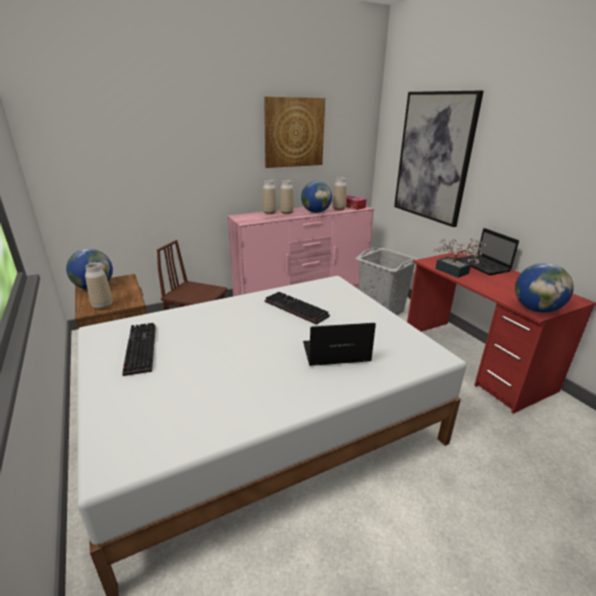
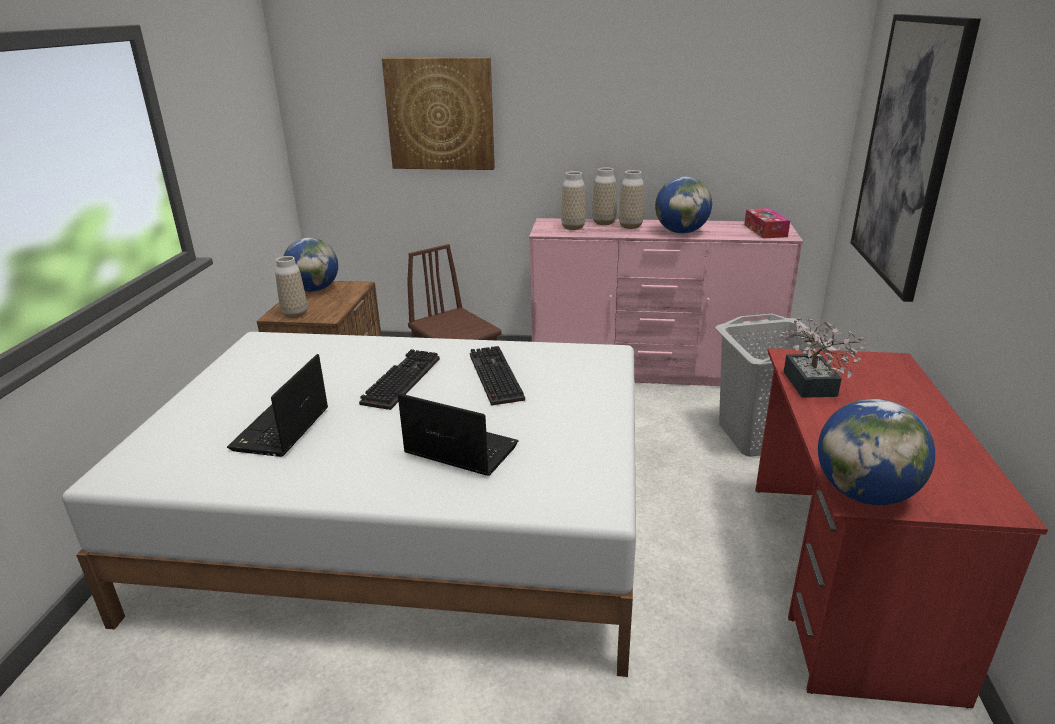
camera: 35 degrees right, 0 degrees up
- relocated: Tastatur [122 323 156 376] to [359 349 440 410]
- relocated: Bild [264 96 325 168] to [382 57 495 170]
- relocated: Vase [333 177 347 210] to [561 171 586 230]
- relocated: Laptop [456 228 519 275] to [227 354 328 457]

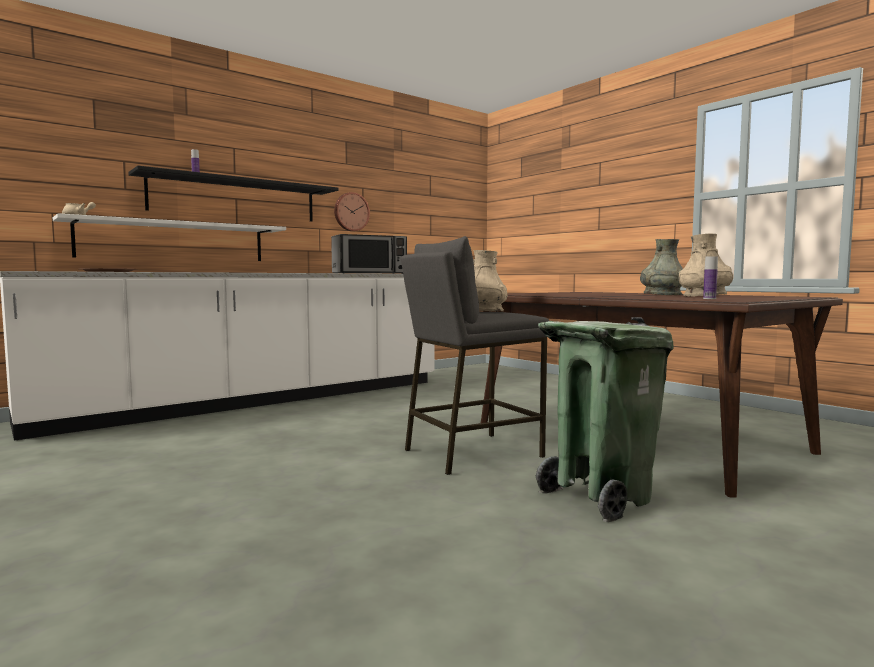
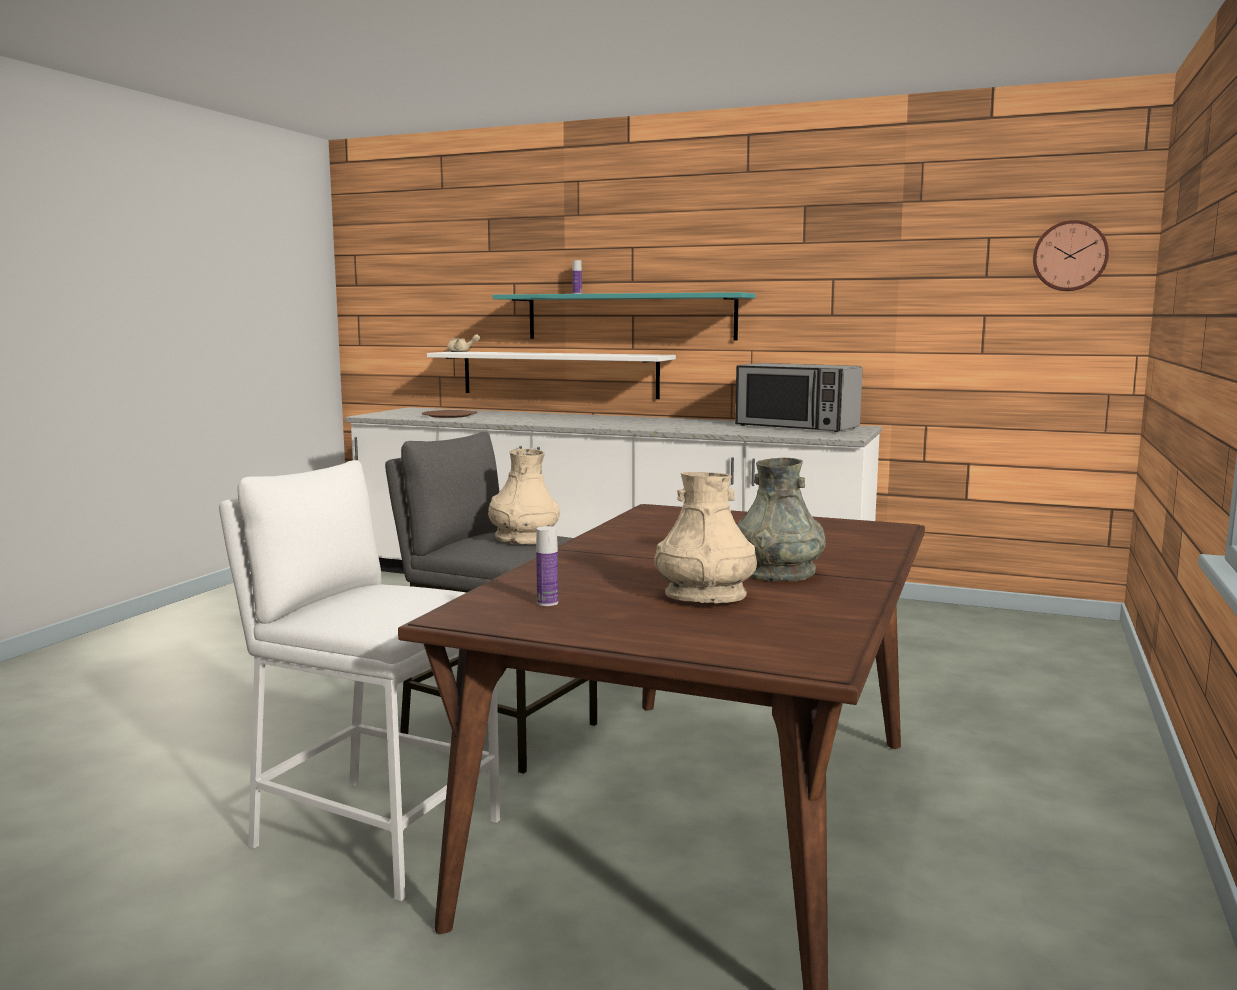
camera: 60 degrees right, 5 degrees up
- colour: Wandregal/schwarz [128 166 338 222] to Wandregal/türkis [493 292 756 341]
- relocated: Wanduhr [334 192 370 231] to [1033 220 1109 291]
- exchanged: Mülleimer/grün [536 317 674 522] to Hocker/weiß [219 460 500 901]

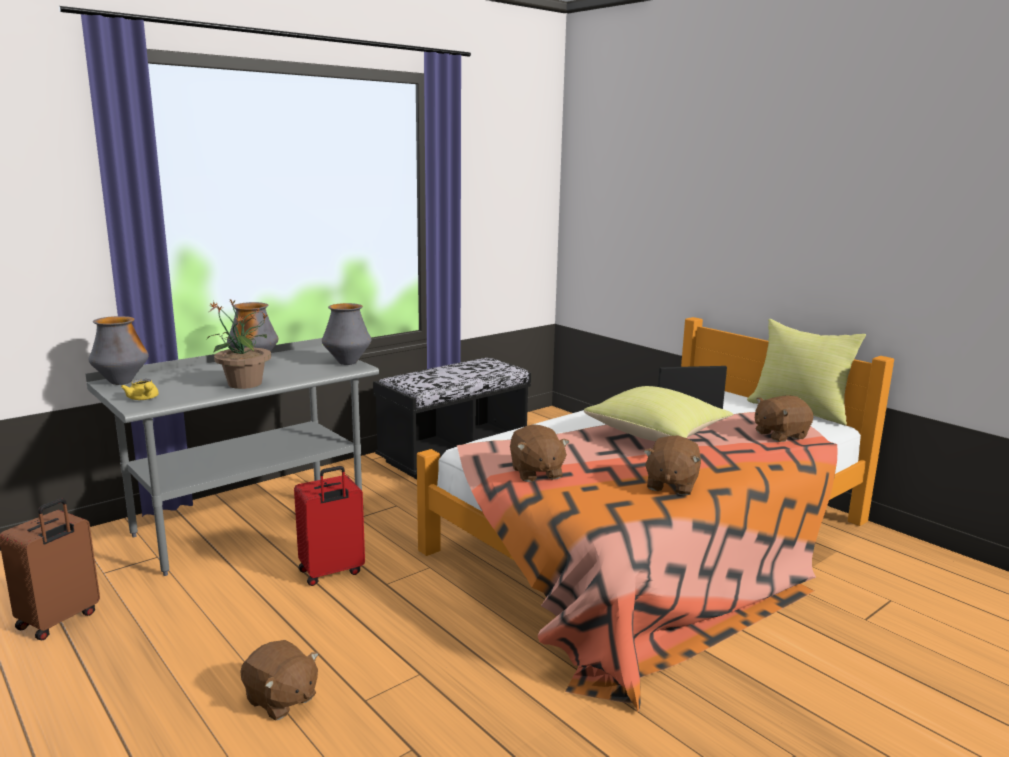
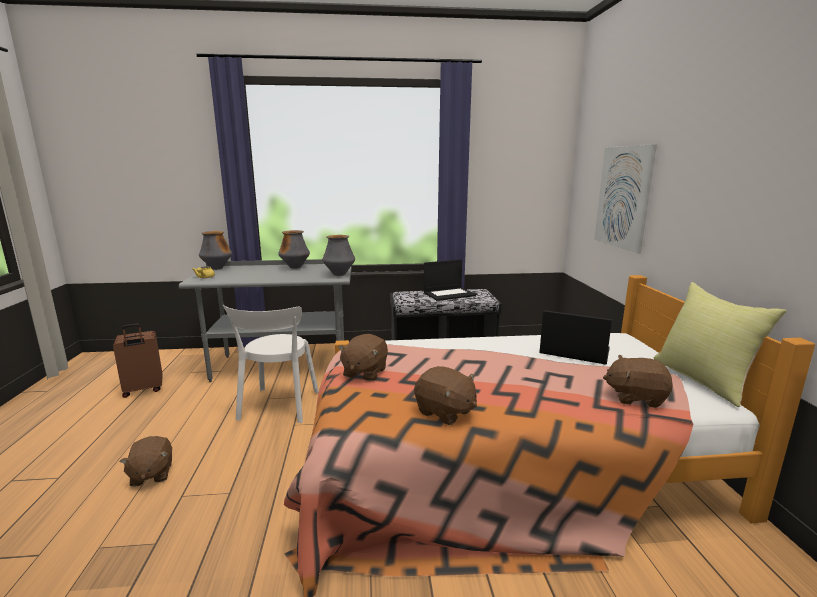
camera: 35 degrees right, 0 degrees up
- missing: Topfpflanze [207 299 271 389]
- exchanged: Koffer/rot [294 466 365 586] to Stuhl/weiß [223 305 319 423]
- missing: Kissen/gelb [584 386 733 441]
- spun: Plüschtier/braun [643 436 701 496] = [414 366 477 425] 105 degrees counterclockwise
- appeared: Laptop [424 259 476 301]
- appeared: Bild [594 144 657 253]

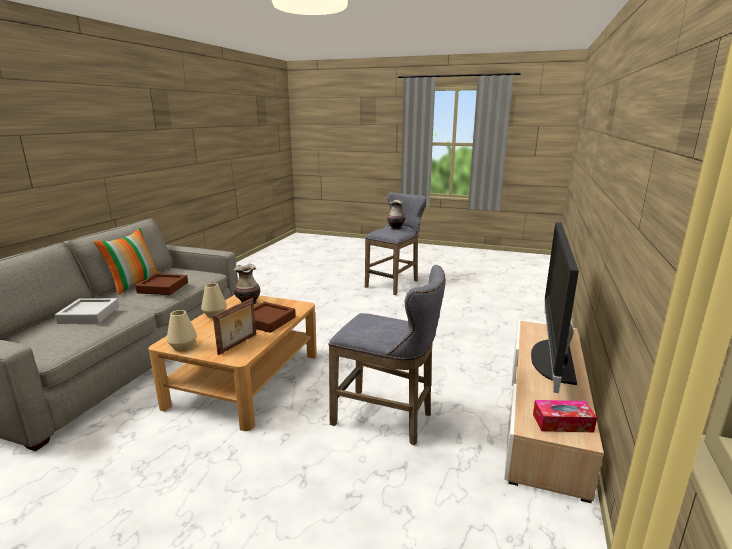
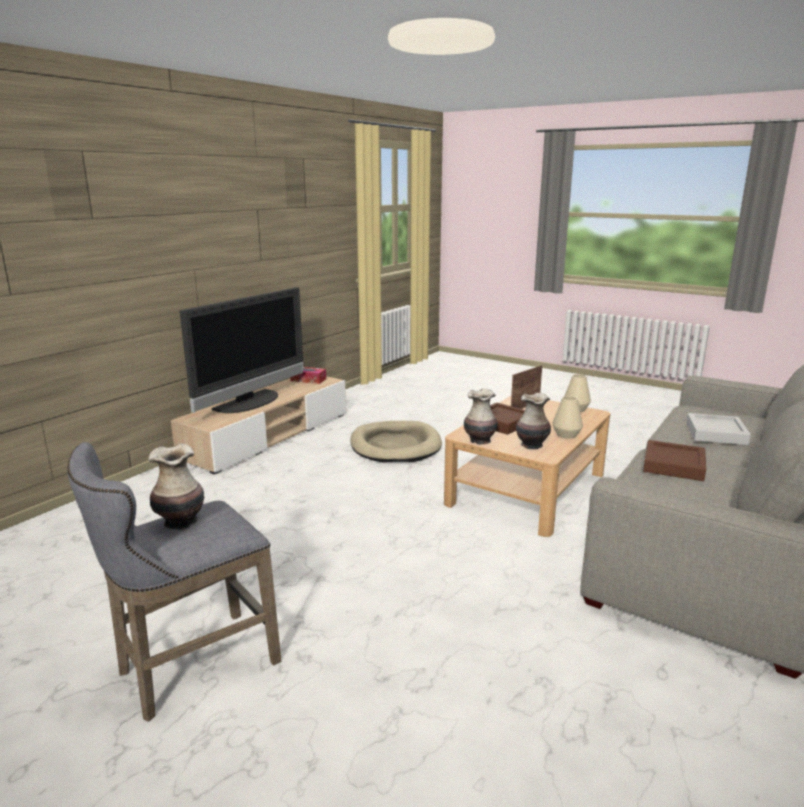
camera: 165 degrees left, 0 degrees up
- missing: Kissen [93 228 160 295]
- exchanged: Hocker/grau [328 265 446 445] to Hundebett/beige [350 421 442 462]
- appeared: Vase [464 389 498 445]

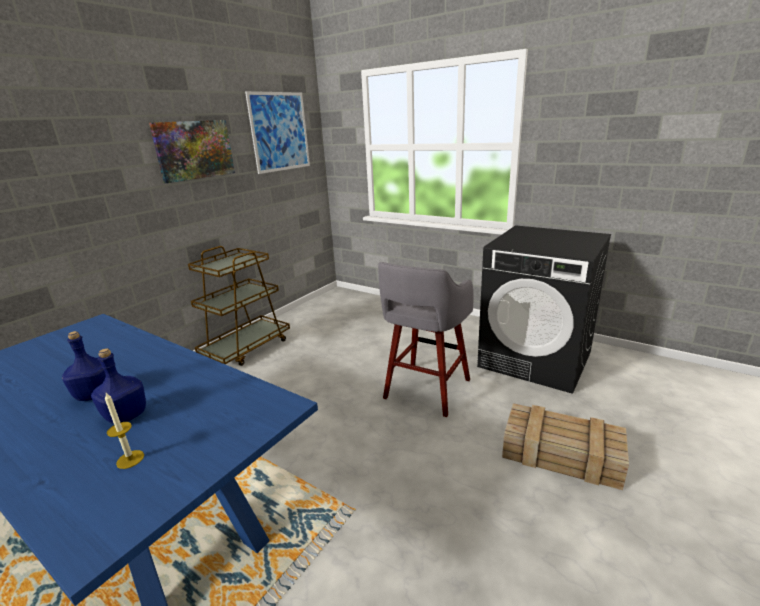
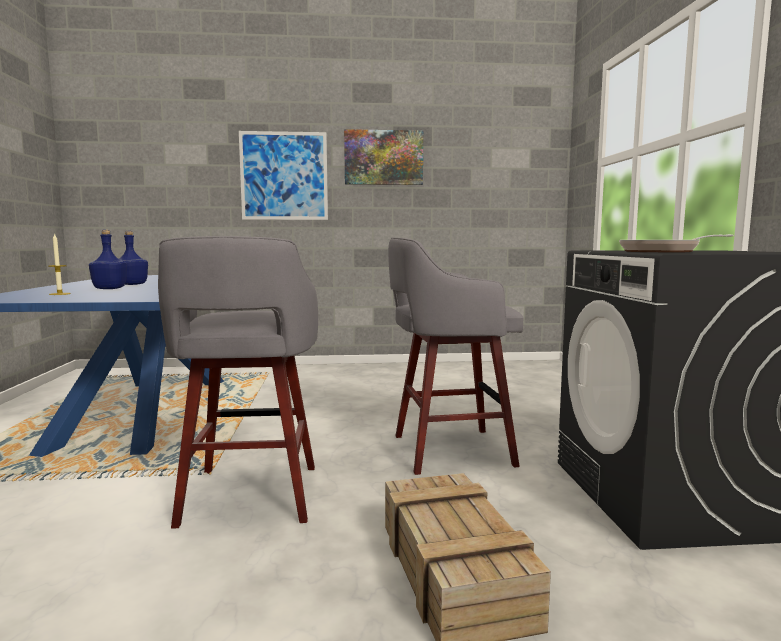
camera: 50 degrees right, 15 degrees down
- missing: Rollwagen/braun [188 246 290 366]
- relocated: Bild [245 91 310 174] to [239 131 328 220]
- appeared: Hocker/grau [158 236 318 529]
- appeared: Pfanne [619 234 734 252]

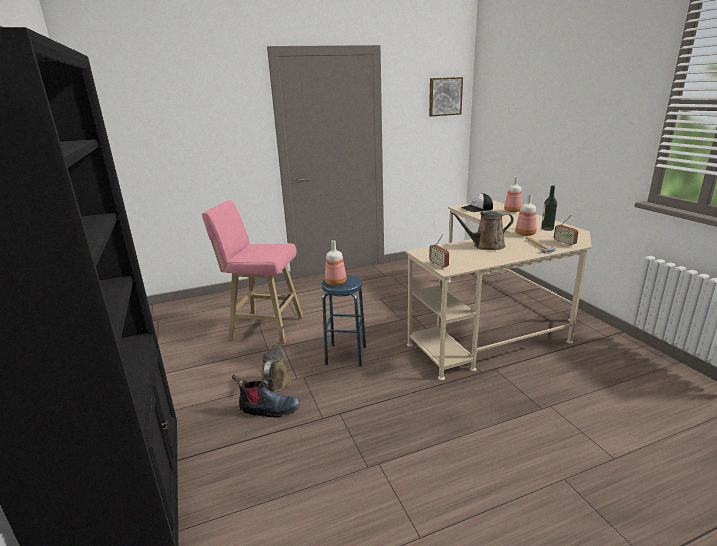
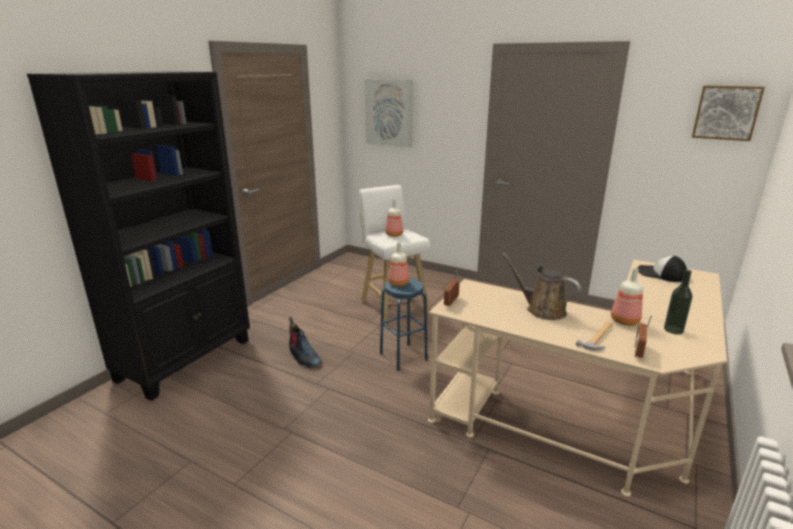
camera: 50 degrees right, 0 degrees up
- colour: Hocker/rosa [202 200 303 344] to Hocker/weiß [359 185 430 323]
- missing: Gießkanne/braun [261 326 291 392]
- relocated: Flasche [504 176 522 212] to [385 199 403 237]
- appeared: Bild [365 79 413 148]

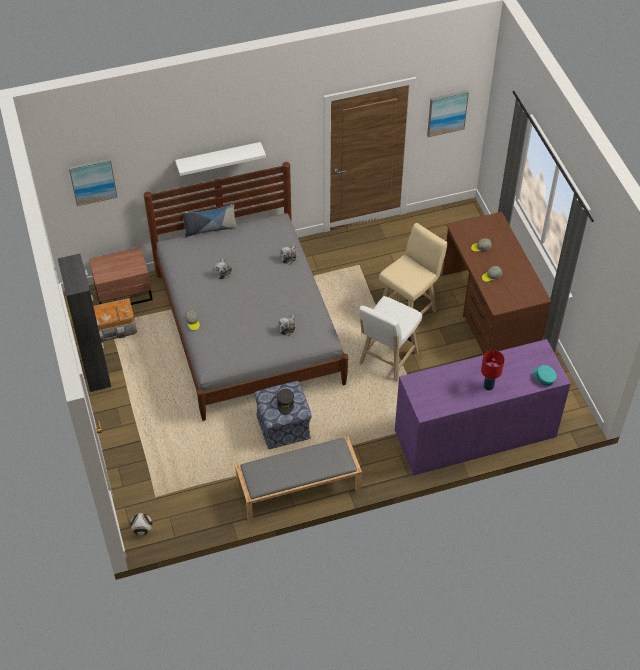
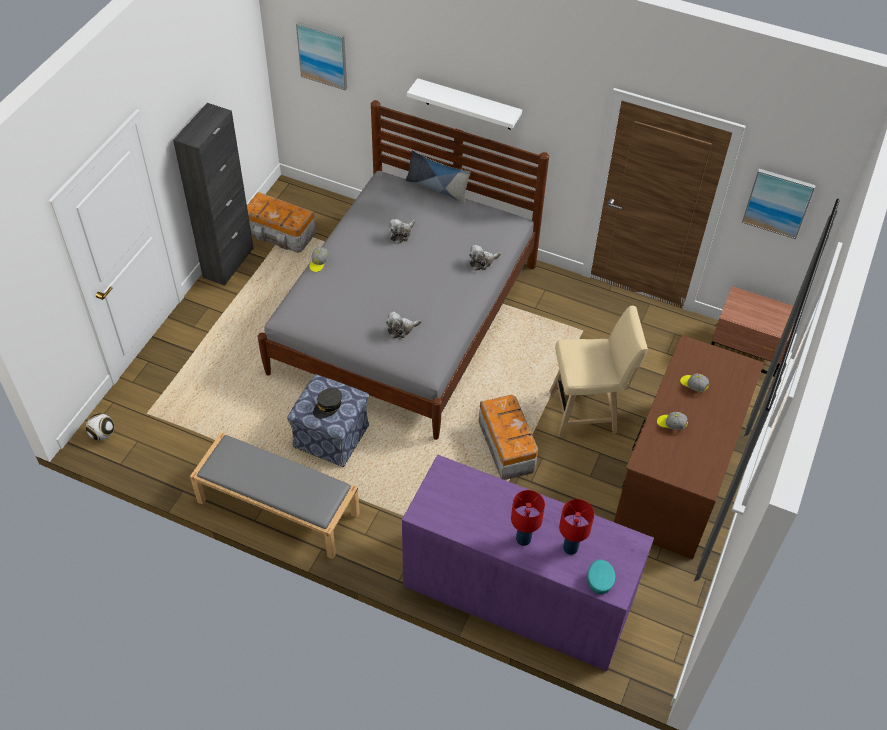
camera: 40 degrees right, 0 degrees up
- relocated: Nachttisch/braun [89 247 153 305] to [711 286 795 376]
- exchanged: Hocker/weiß [359 296 422 382] to Aufbewahrungsbox [479 395 538 480]
- appeared: Tischlampe/rot [559 499 594 555]

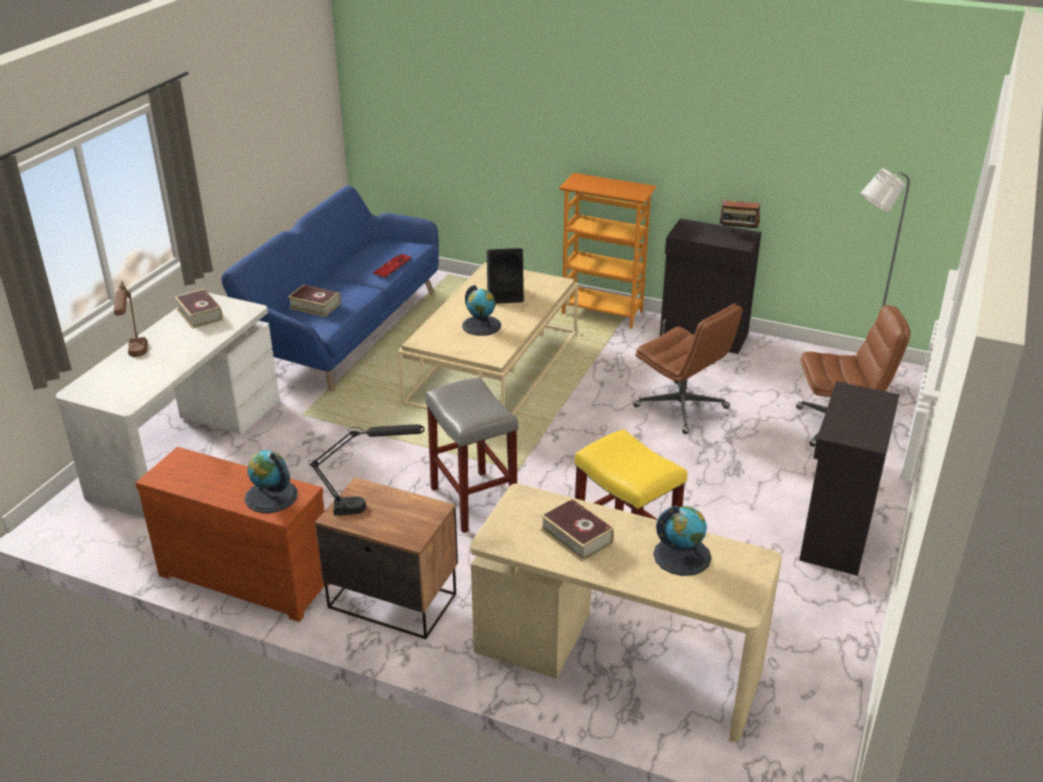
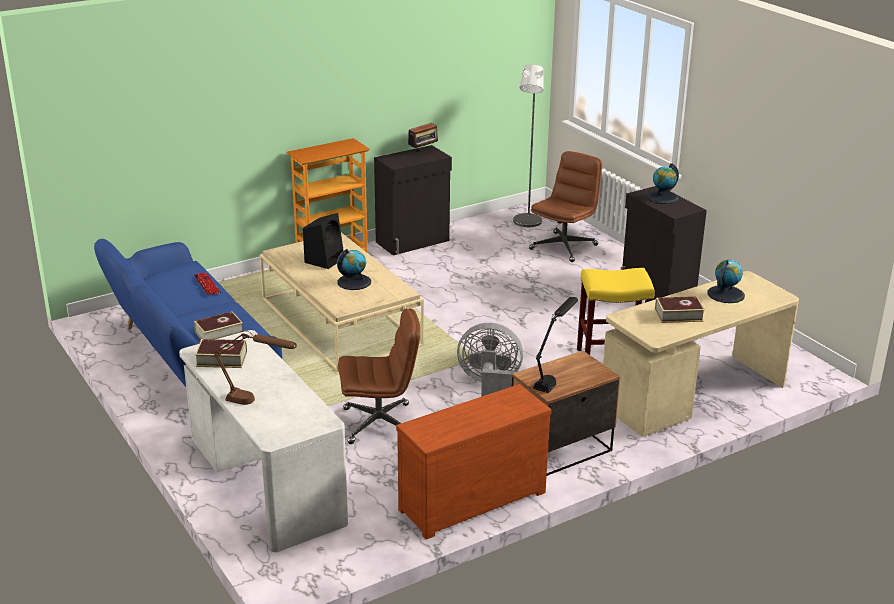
camera: 55 degrees left, 5 degrees down
- relocated: Globus [245 450 298 513] to [647 163 679 204]
- exchanged: Hocker/grau [425 377 518 533] to Ventilator/grau [457 323 523 397]
- relocated: Bürostuhl/braun [633 304 742 434] to [338 309 420 444]

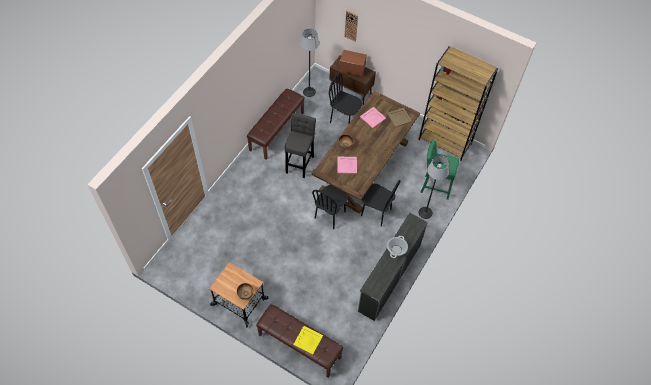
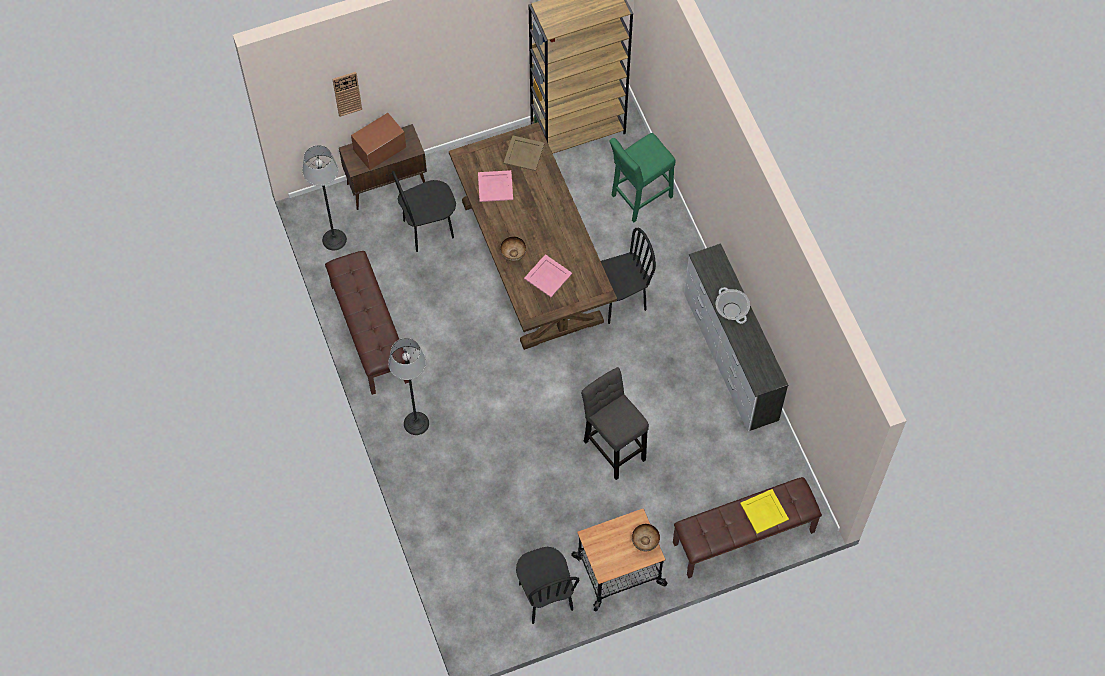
camera: 50 degrees left, 5 degrees up
- relocated: Hocker/grau [285 113 316 178] to [581 367 649 480]
- relocated: Stuhl/schwarz [312 185 348 229] to [516 547 579 624]
- relocated: Stehlampe [419 155 449 219] to [388 338 429 435]

